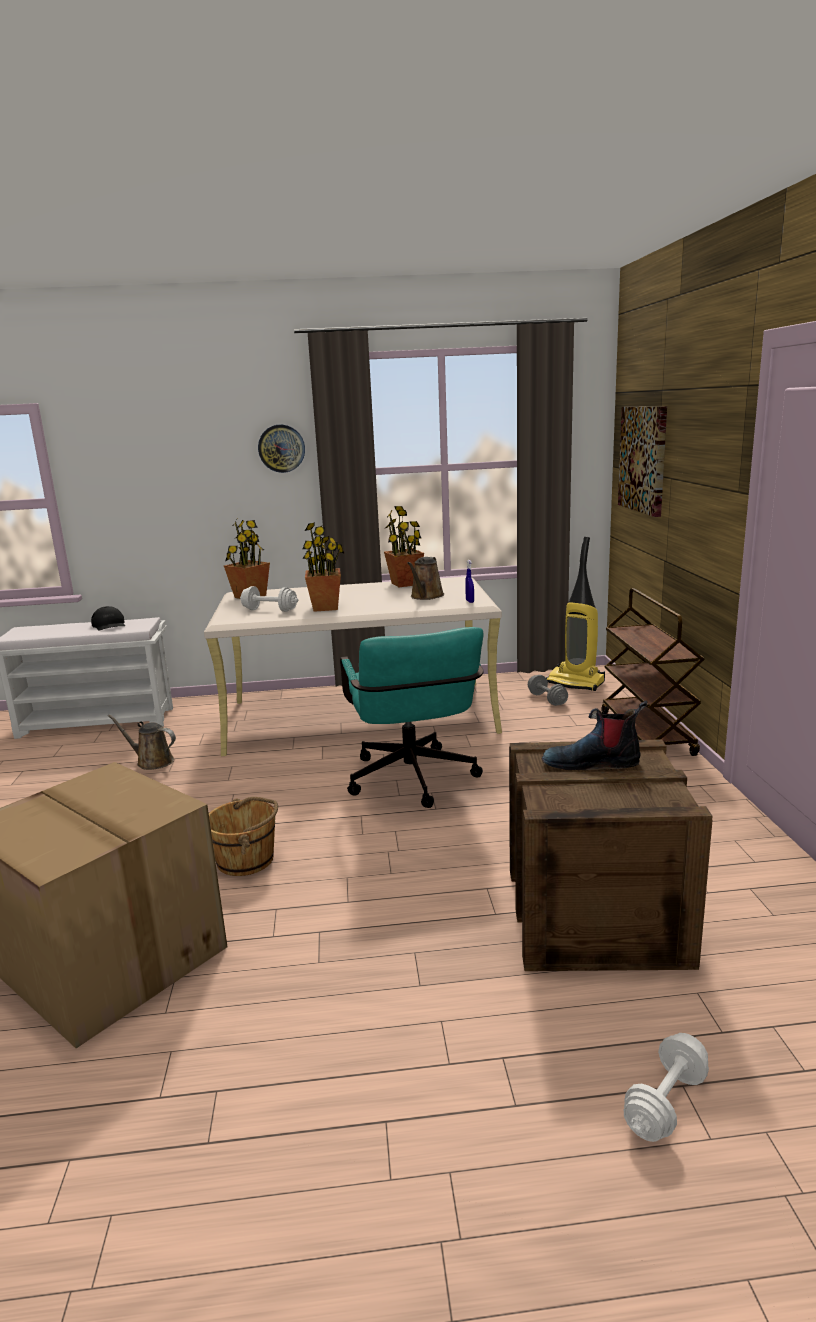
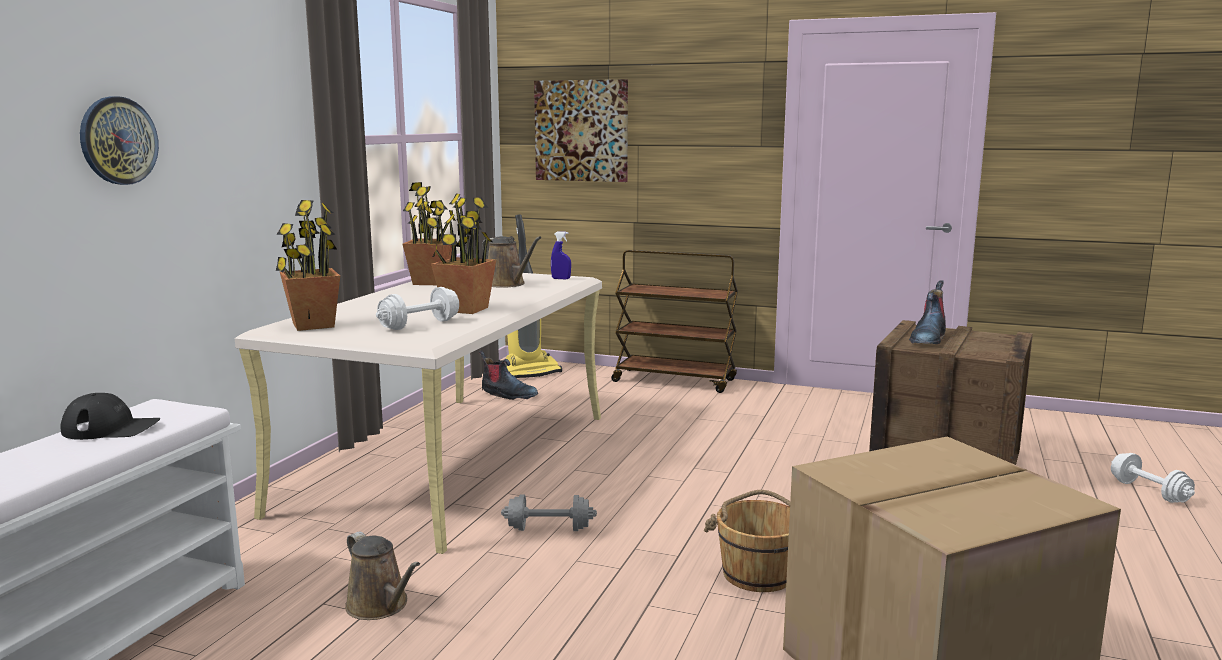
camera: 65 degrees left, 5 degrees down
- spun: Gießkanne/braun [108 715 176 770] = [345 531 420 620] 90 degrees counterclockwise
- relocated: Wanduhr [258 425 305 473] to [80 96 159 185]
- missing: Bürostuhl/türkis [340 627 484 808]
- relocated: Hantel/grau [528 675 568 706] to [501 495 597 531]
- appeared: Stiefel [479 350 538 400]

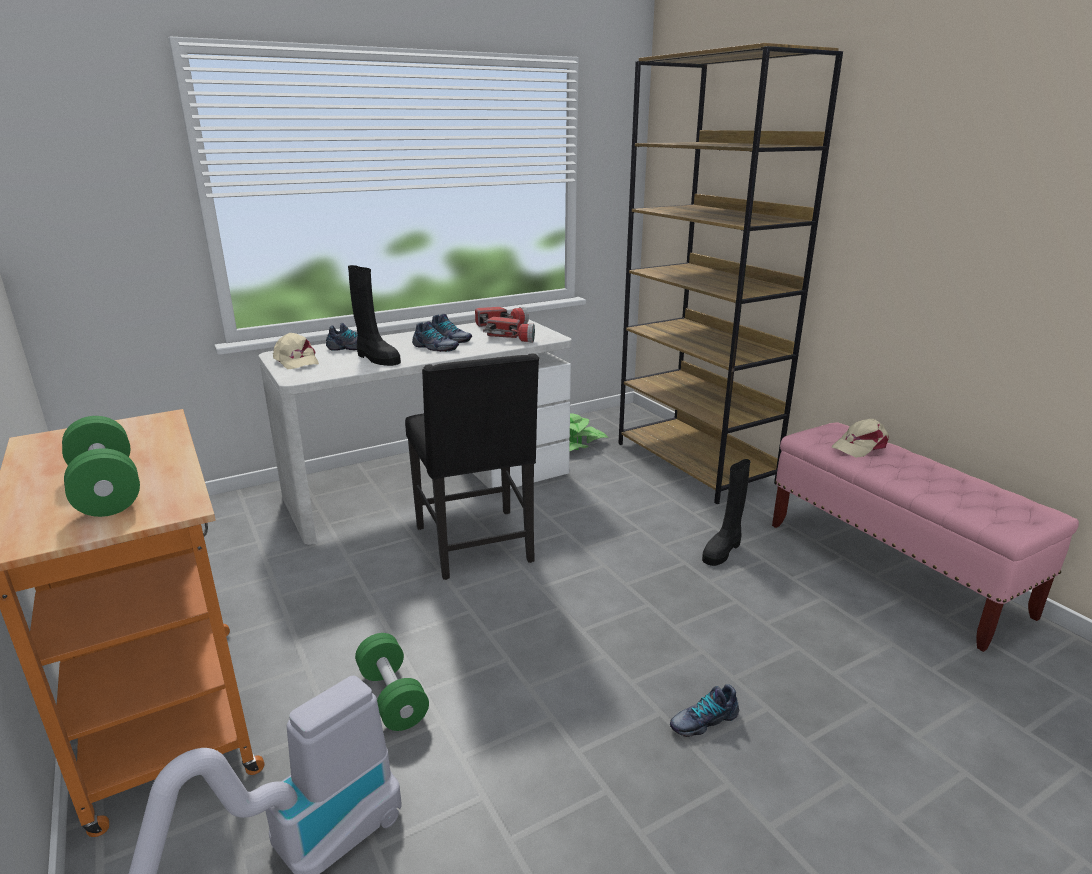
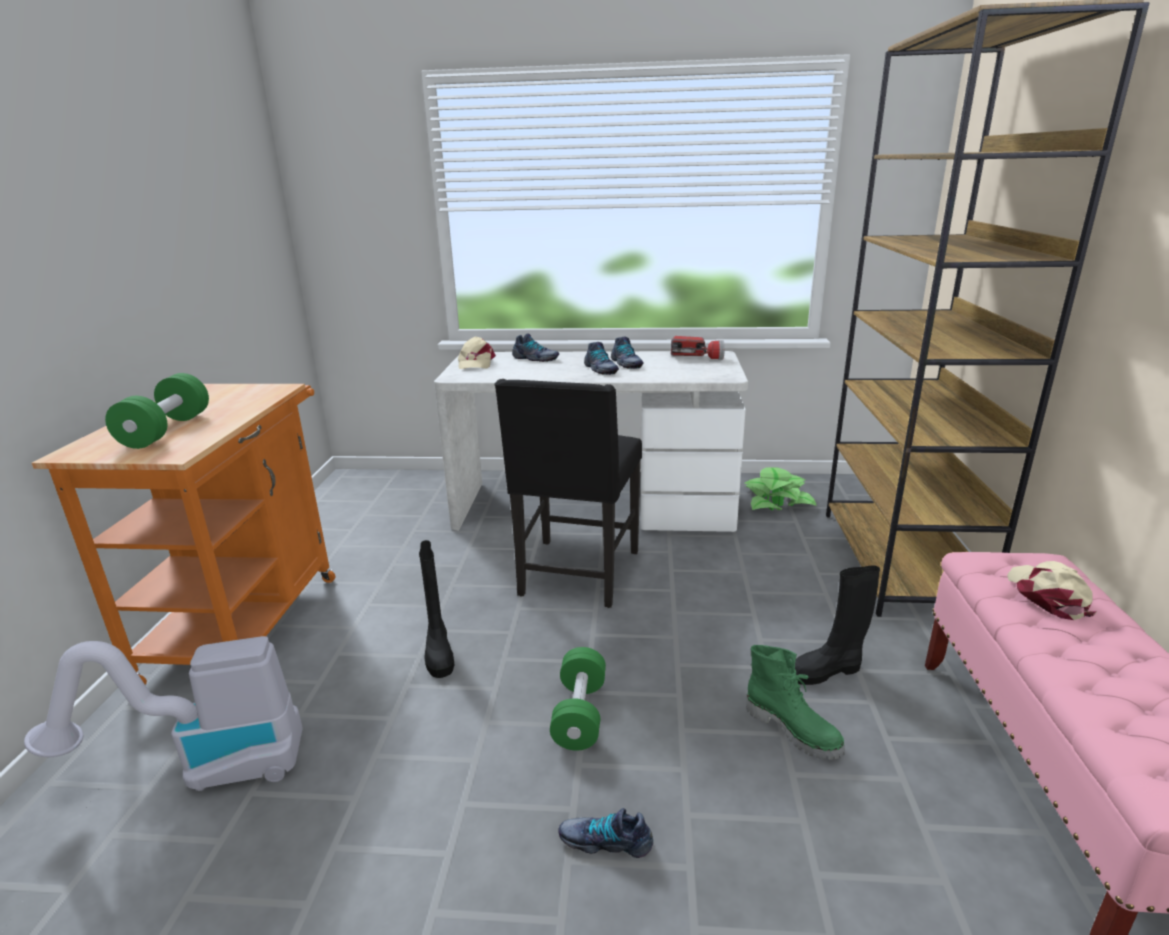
camera: 35 degrees right, 0 degrees up
- relocated: Stiefel/schwarz [348 265 401 366] to [419 540 454 678]
- relocated: Hantel/grün [355 633 429 731] to [550 647 606 751]
- missing: Taschenlampe [483 317 535 342]
- spun: Kappe/beige [832 419 889 458] = [1007 561 1097 620] 90 degrees clockwise
- appeared: Stiefel/grün [746 645 845 760]

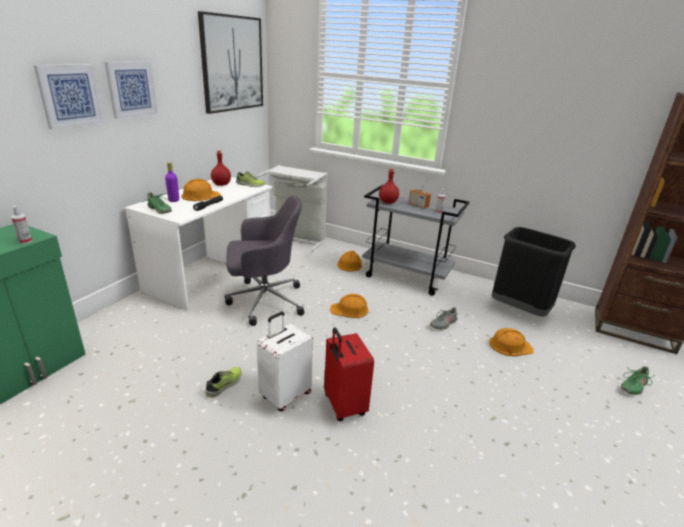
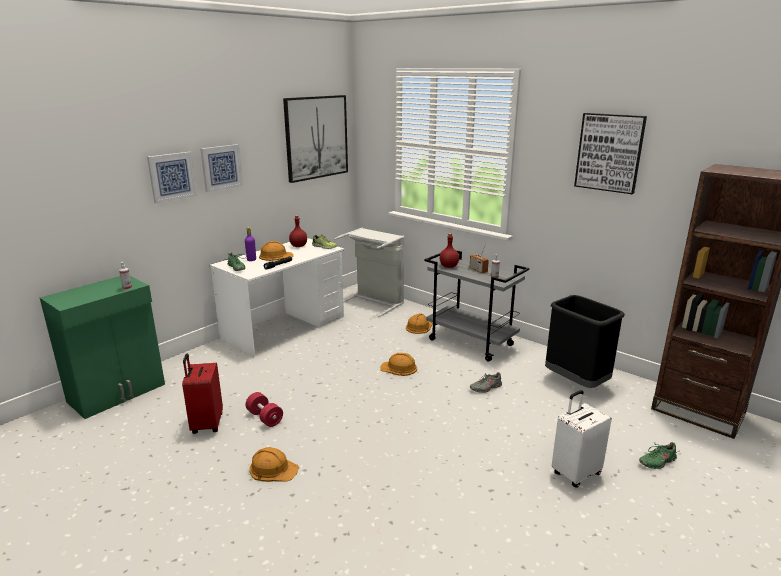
camera: 15 degrees right, 5 degrees down
- exchanged: Schuh [205 367 242 397] to Hantel/rot [245 392 283 427]
- missing: Bürostuhl/grau [224 196 304 326]
- relocated: Koffer/weiß [257 311 313 411] to [551 390 612 488]
- relocated: Koffer/rot [324 328 374 421] to [182 354 223 434]
- relocated: Schutzhelm/orange [489 328 534 356] to [249 447 299 482]
- appeared: Bild [574 113 647 194]

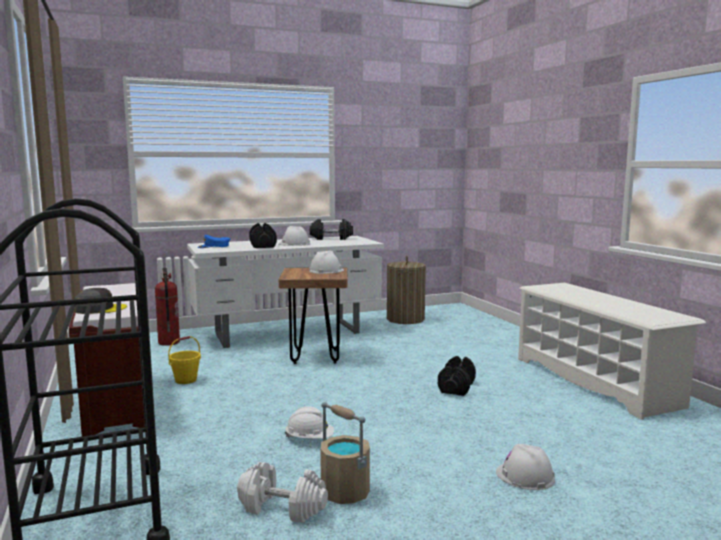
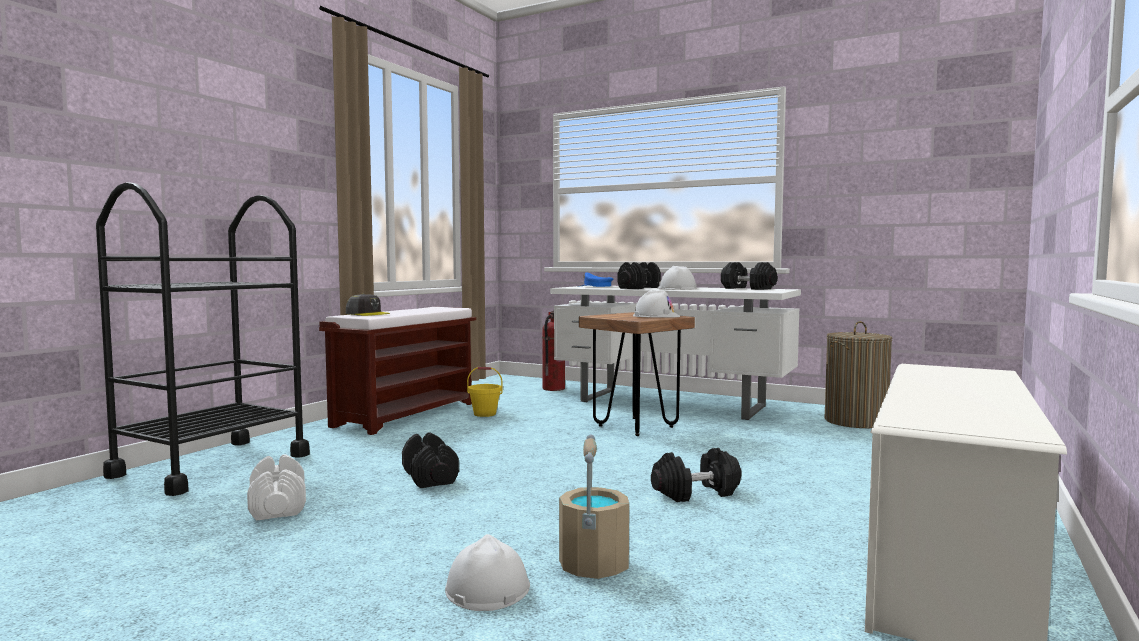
camera: 50 degrees right, 5 degrees down
- exchanged: Schutzhelm/weiß [285 406 334 439] to Hantel/schwarz [402 432 459 488]
- relocated: Eimer/beige [320 402 370 504] to [559 434 629 579]

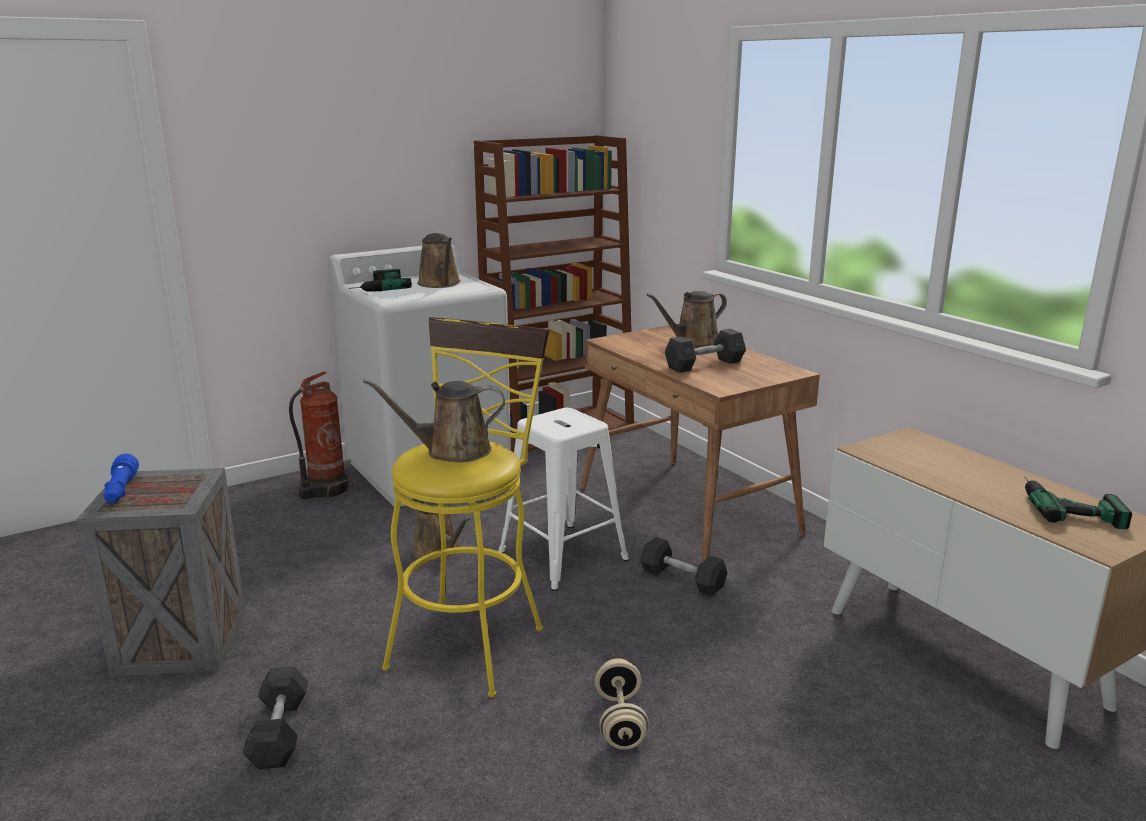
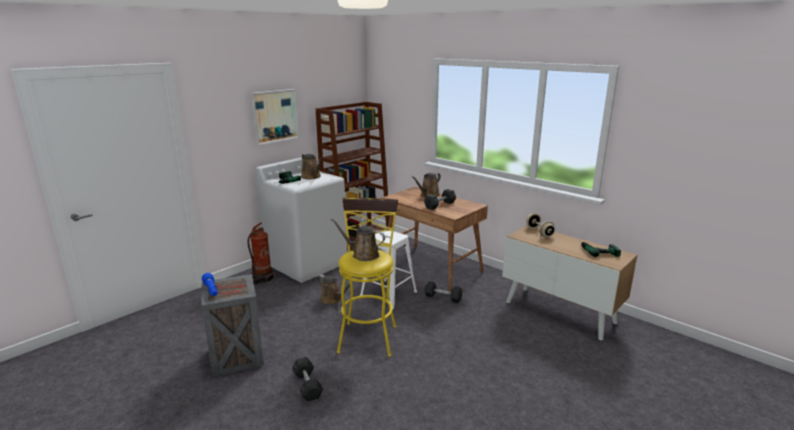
camera: 15 degrees left, 0 degrees up
- spun: Gießkanne/braun [363 379 505 462] = [331 218 385 261] 45 degrees clockwise
- relocated: Hantel/beige [595 658 649 750] to [526 213 555 237]
- appeared: Bild [251 89 299 145]

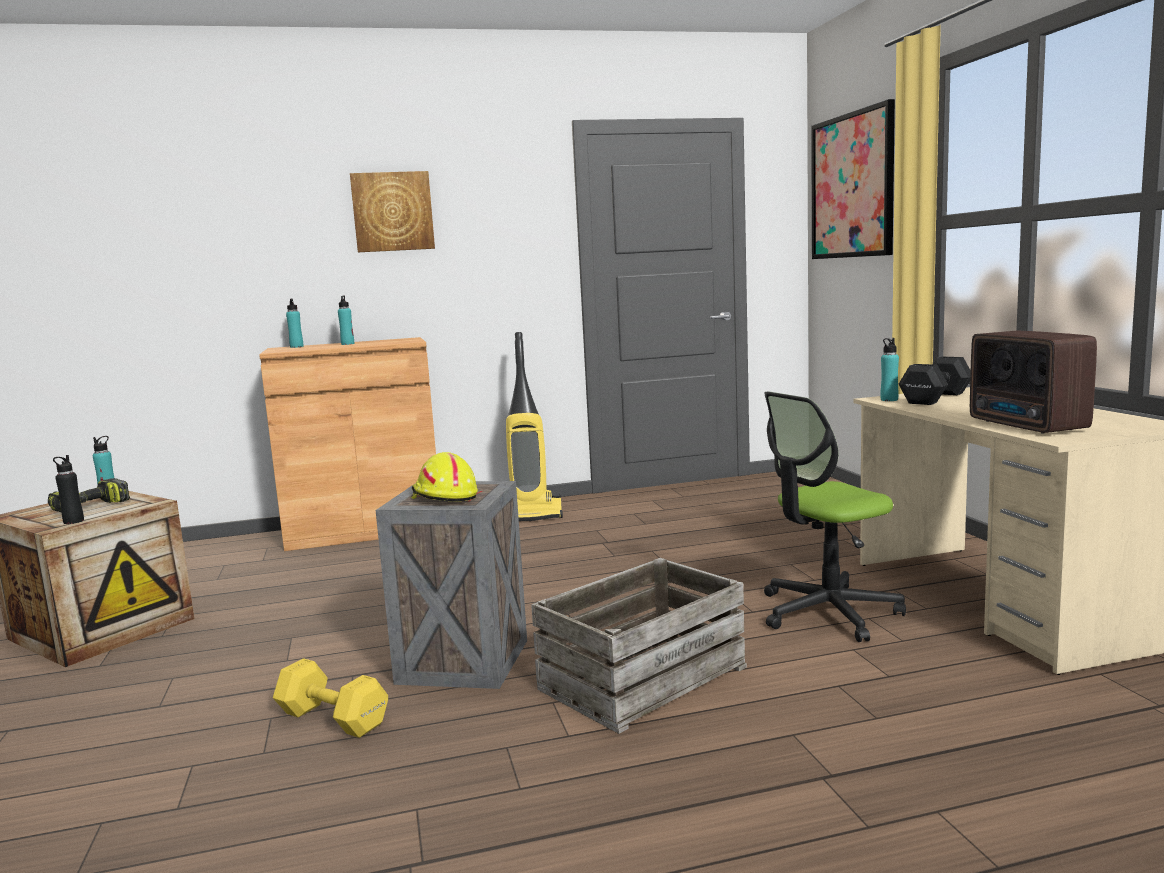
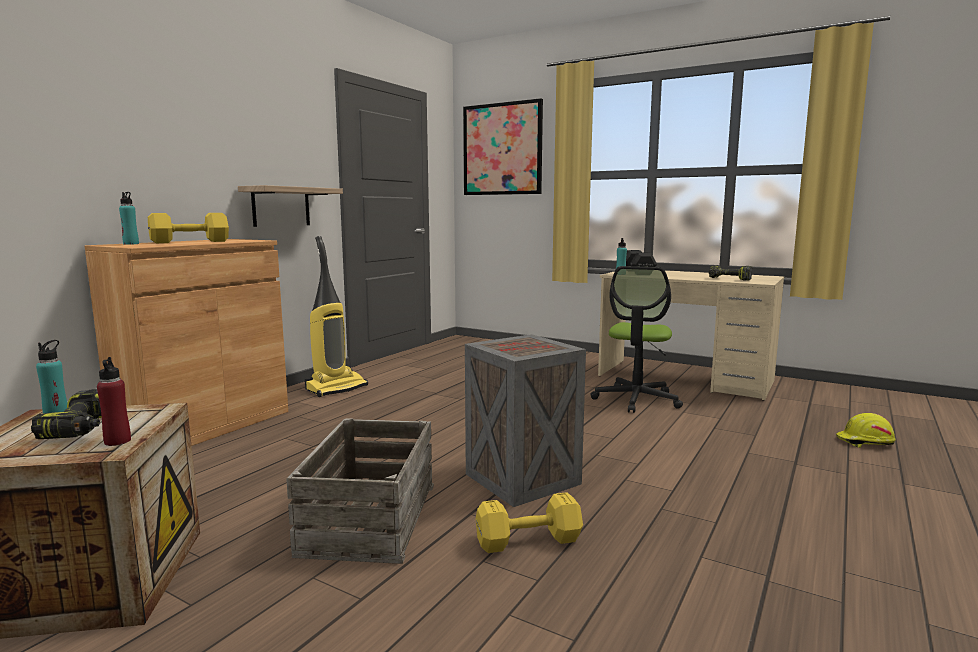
camera: 45 degrees left, 0 degrees up
- colour: Flasche/schwarz [53 455 84 524] to Flasche/rot [97 357 131 446]
- exchanged: Flasche/türkis [338 295 354 345] to Hantel/gelb [148 213 229 243]
- missing: Bild [350 171 435 252]
- relocated: Schutzhelm/gelb [411 452 478 502] to [836 413 896 448]
- relocated: Kiste [531 558 747 734] to [286 418 434 564]
- exchanged: Radio [970 330 1097 434] to Bohrmaschine [708 265 752 281]
- appeared: Wandregal [238 185 343 227]

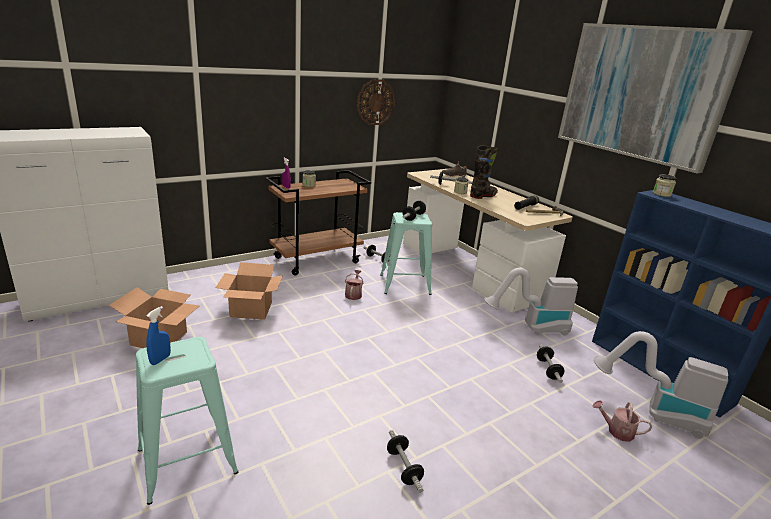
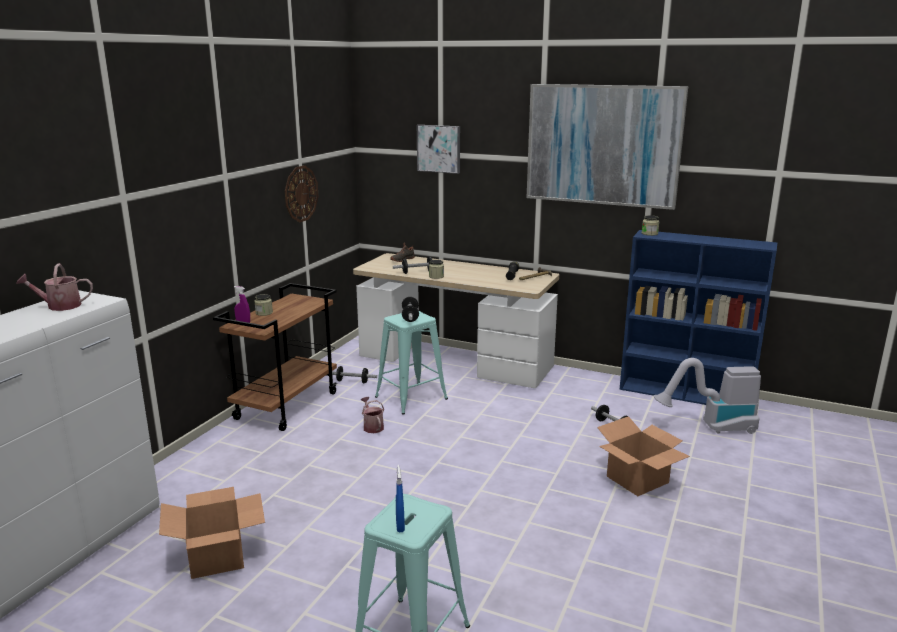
camera: 30 degrees left, 5 degrees down
- relocated: Karton [216 262 282 320] to [597 416 690 496]
- missing: Hantel [387 430 424 493]
- missing: Stiefel/schwarz [470 145 498 199]
- missing: Staubsauger [484 268 578 336]
- relocated: Gießkanne [592 401 652 442] to [16 263 93 311]
- appeared: Bild [417 125 460 174]

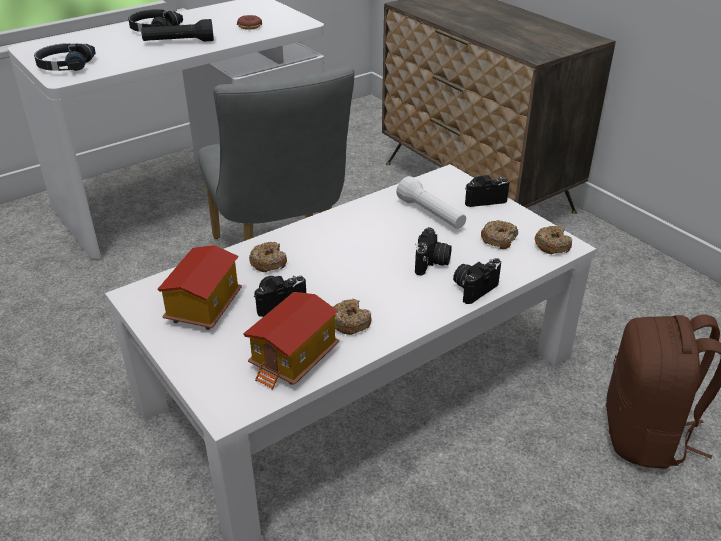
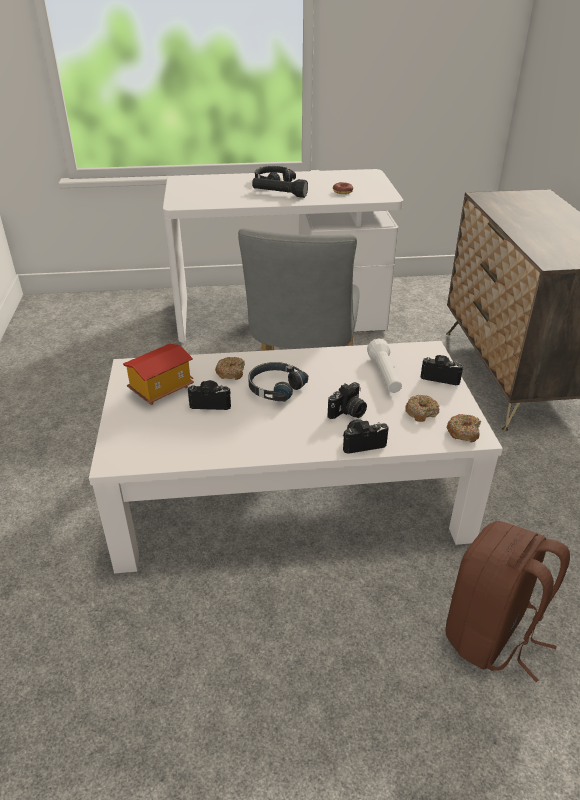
camera: 30 degrees right, 0 degrees up
- relocated: Kopfhörer/schwarz [34 43 96 71] to [248 362 308 402]
- missing: Spielzeughaus [243 292 339 390]
- missing: Donut [333 299 372 335]

